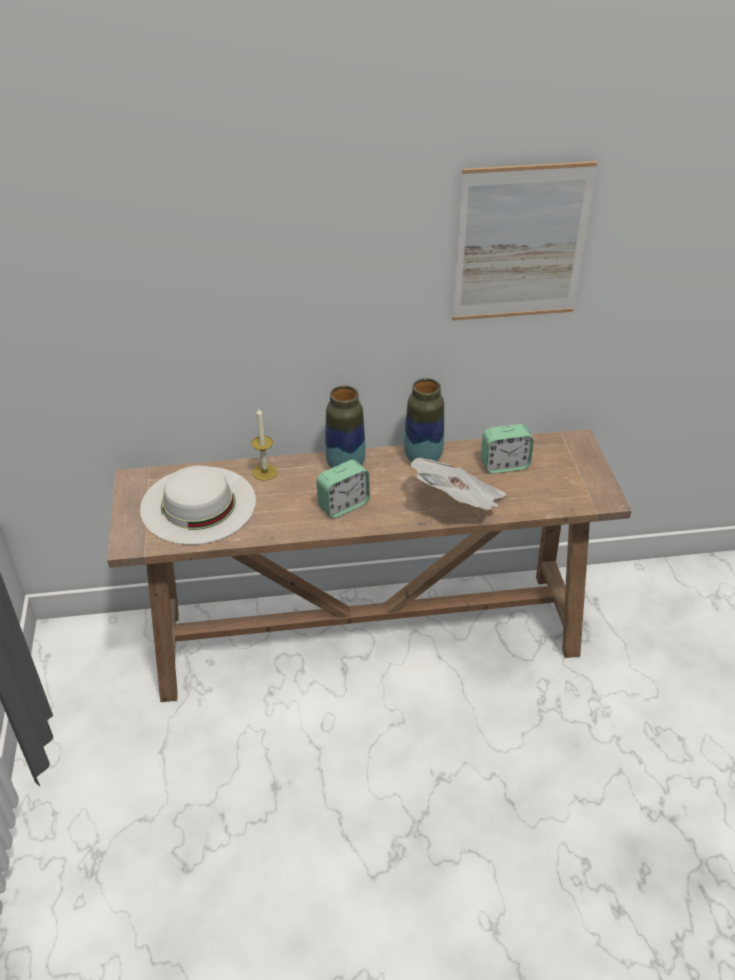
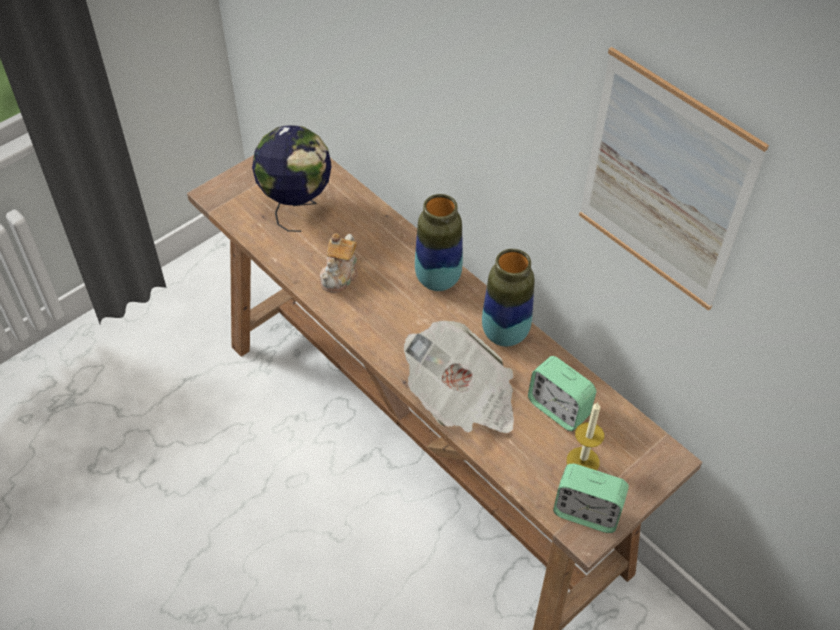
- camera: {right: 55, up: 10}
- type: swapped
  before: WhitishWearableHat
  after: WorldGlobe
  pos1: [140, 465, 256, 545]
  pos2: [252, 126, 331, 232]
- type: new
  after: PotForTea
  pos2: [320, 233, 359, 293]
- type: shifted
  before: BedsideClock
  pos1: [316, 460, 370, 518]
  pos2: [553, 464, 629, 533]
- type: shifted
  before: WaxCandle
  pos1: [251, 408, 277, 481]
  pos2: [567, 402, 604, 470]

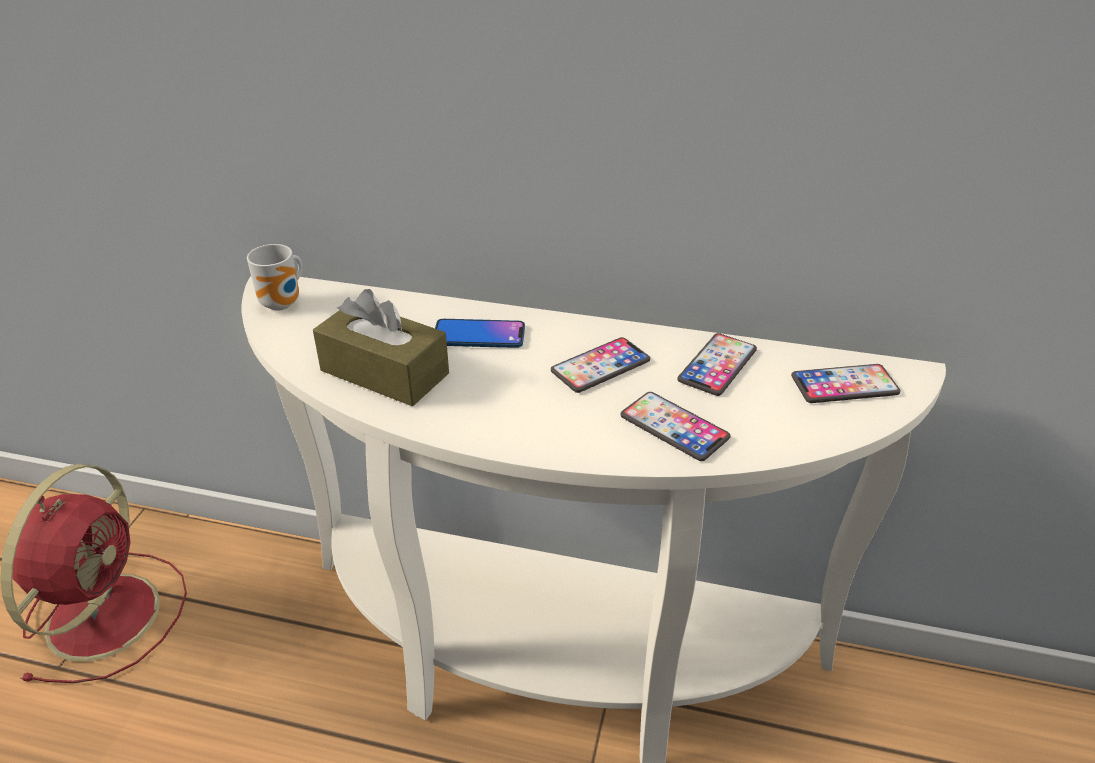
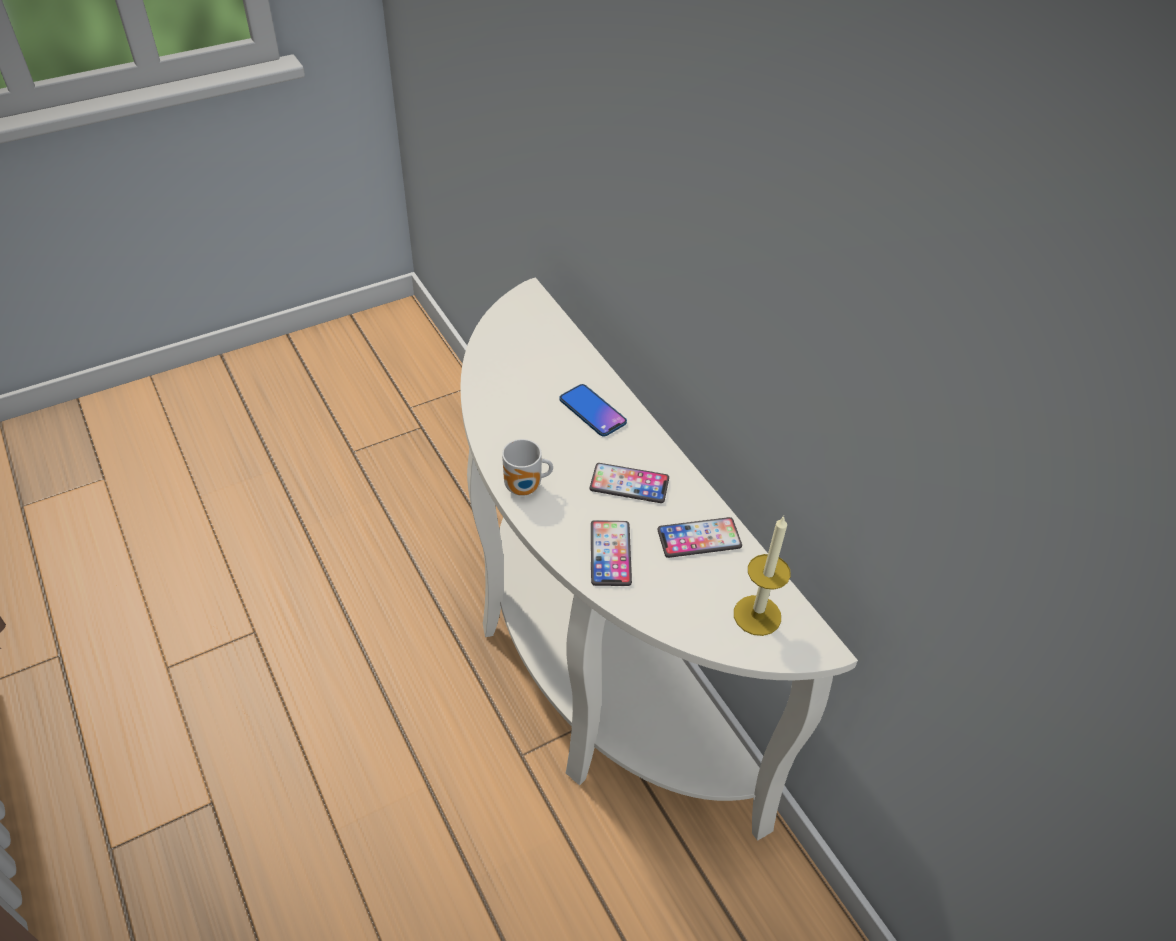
- camera: {right: 45, up: 10}
- type: shifted
  before: CoffeeMug
  pos1: [247, 244, 303, 311]
  pos2: [502, 439, 553, 496]
- type: swapped
  before: Handset
  after: WaxCandle
  pos1: [791, 364, 901, 403]
  pos2: [734, 516, 791, 636]
- type: gone
  before: RedElectricFan
  pos1: [0, 464, 187, 683]
- type: gone
  before: BrownColouredBoxOfTissues
  pos1: [313, 289, 449, 406]

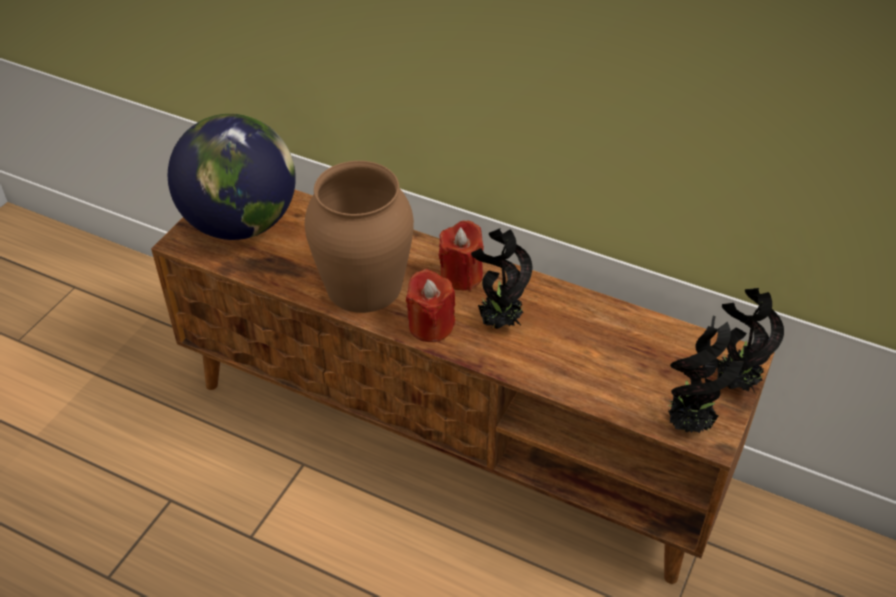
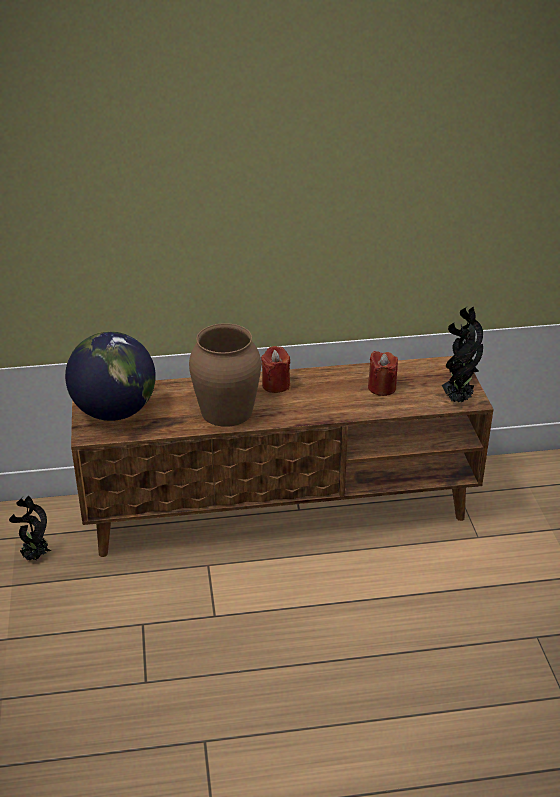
- camera: {right: -35, up: -10}
- type: shifted
  before: PottedPlant
  pos1: [471, 228, 532, 329]
  pos2: [9, 495, 52, 561]
- type: shifted
  before: RedWaxCandle
  pos1: [406, 269, 456, 342]
  pos2: [368, 351, 398, 396]

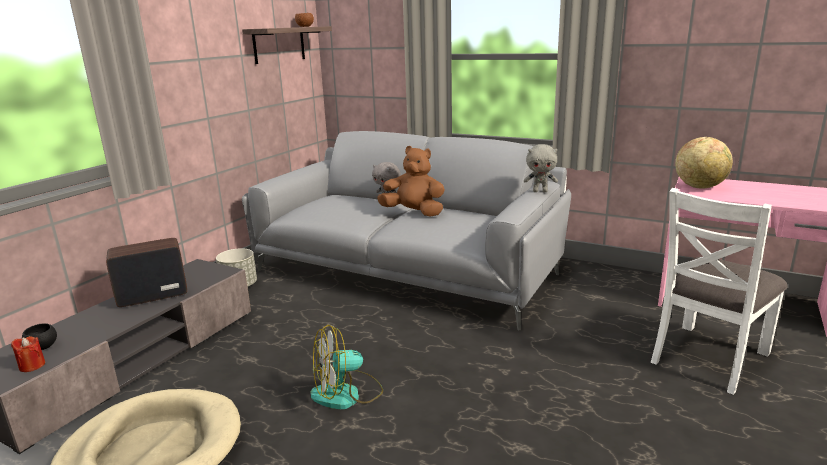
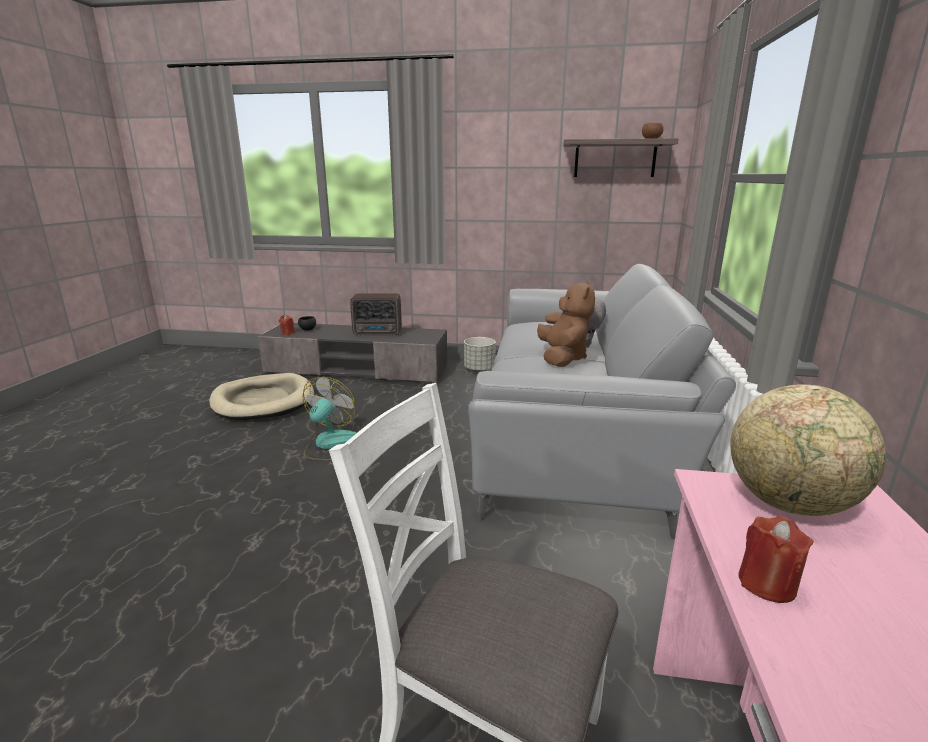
- camera: {right: 70, up: 0}
- type: rotated
  before: ElectricFan
  pos1: [310, 325, 383, 409]
  pos2: [303, 377, 356, 461]
  turn: 60
- type: rotated
  before: RadioSet
  pos1: [106, 238, 187, 307]
  pos2: [350, 293, 402, 335]
  turn: 135
- type: new
  after: RedWaxCandle
  pos2: [738, 516, 814, 603]
- type: gone
  before: GreyishPlushToy
  pos1: [524, 144, 558, 192]

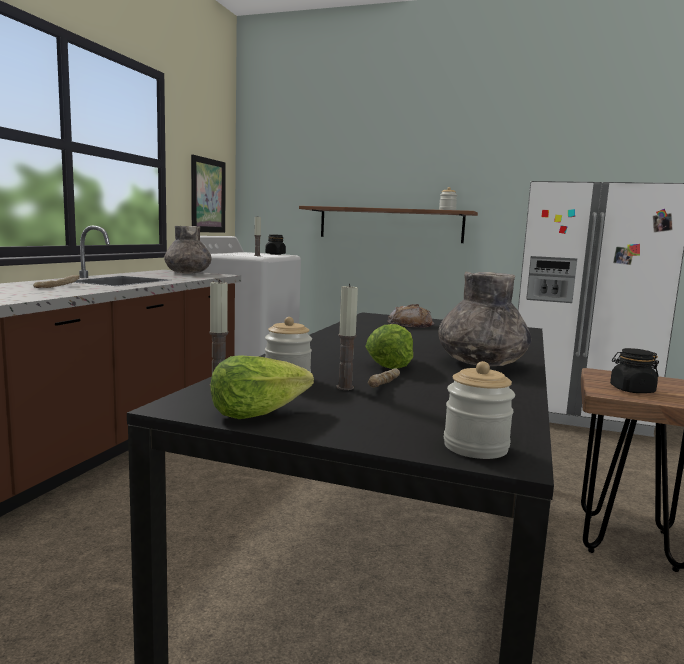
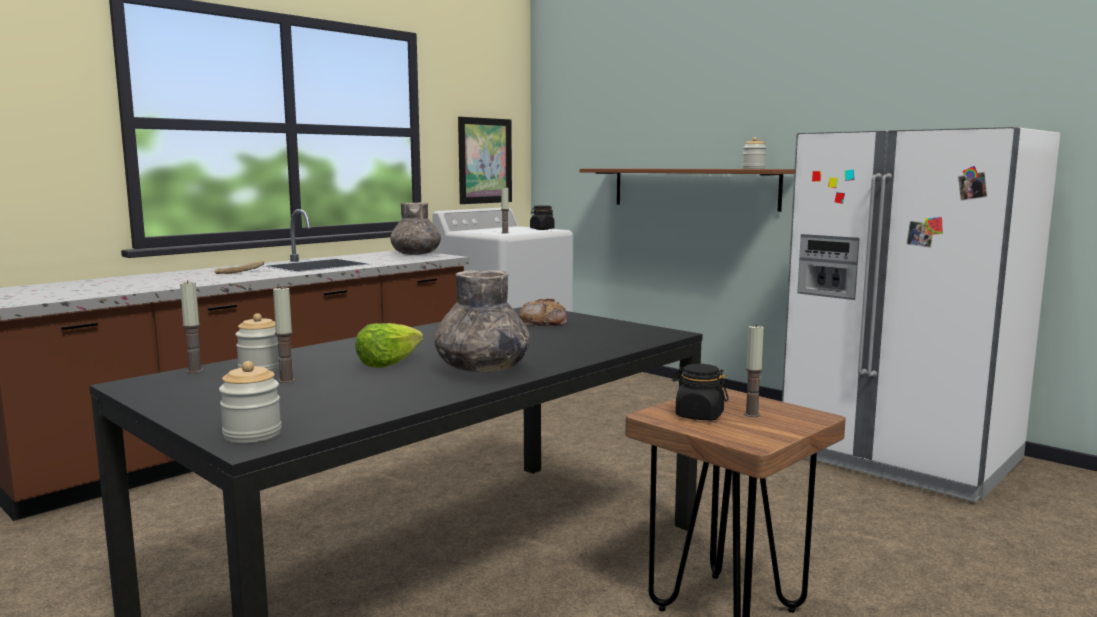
- camera: {right: 25, up: 0}
- type: new
  after: WaxCandle
  pos2: [744, 324, 764, 417]
- type: gone
  before: LettuceHead
  pos1: [210, 355, 314, 419]
- type: gone
  before: BakeryBread
  pos1: [368, 368, 400, 388]

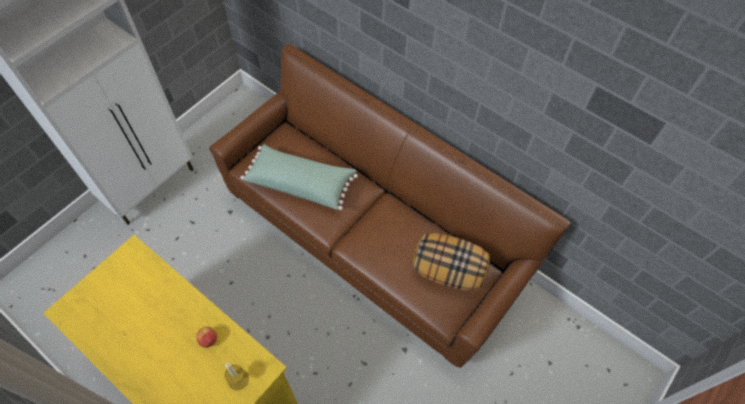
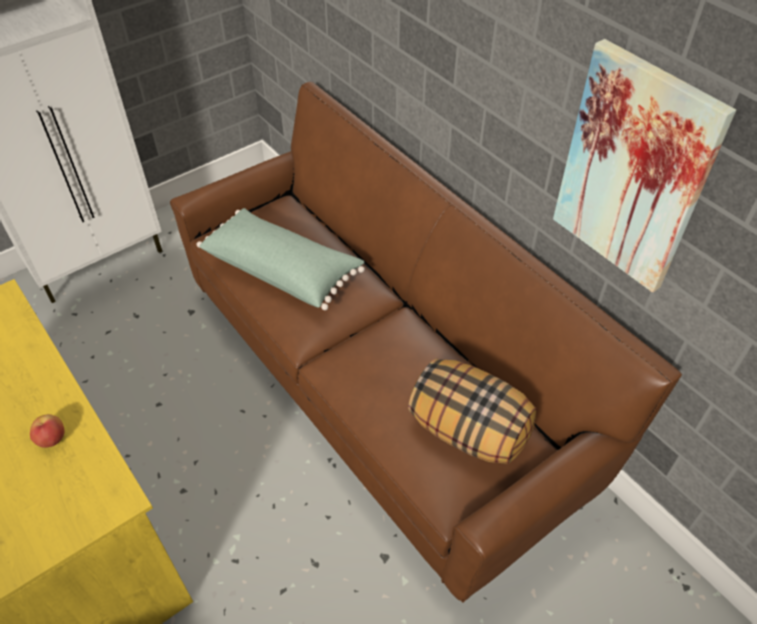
- camera: {right: 15, up: -10}
- type: new
  after: WallPicture
  pos2: [553, 39, 736, 292]
- type: gone
  before: WaxCandle
  pos1: [225, 363, 249, 390]

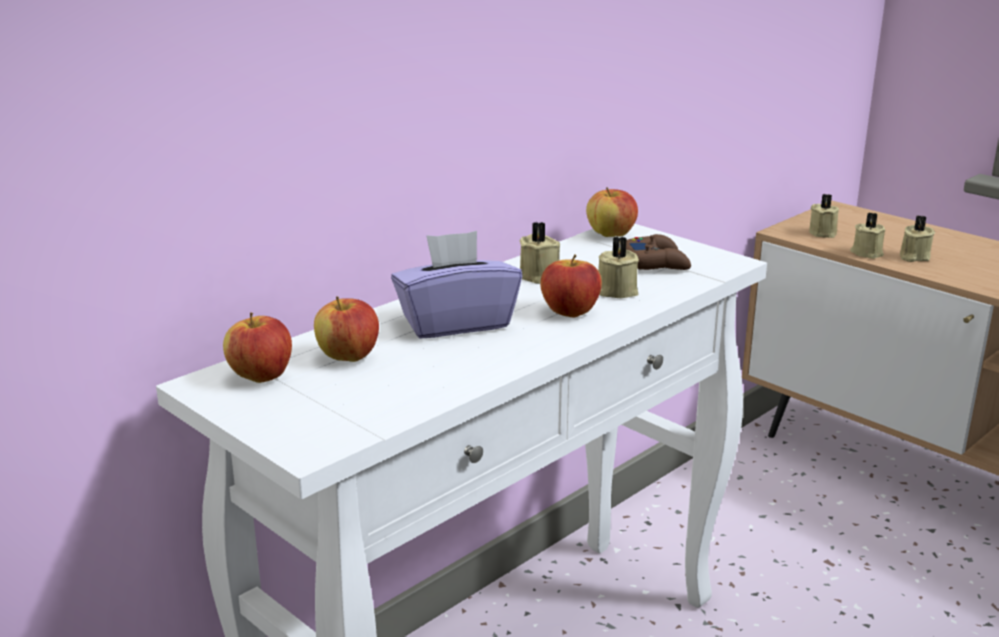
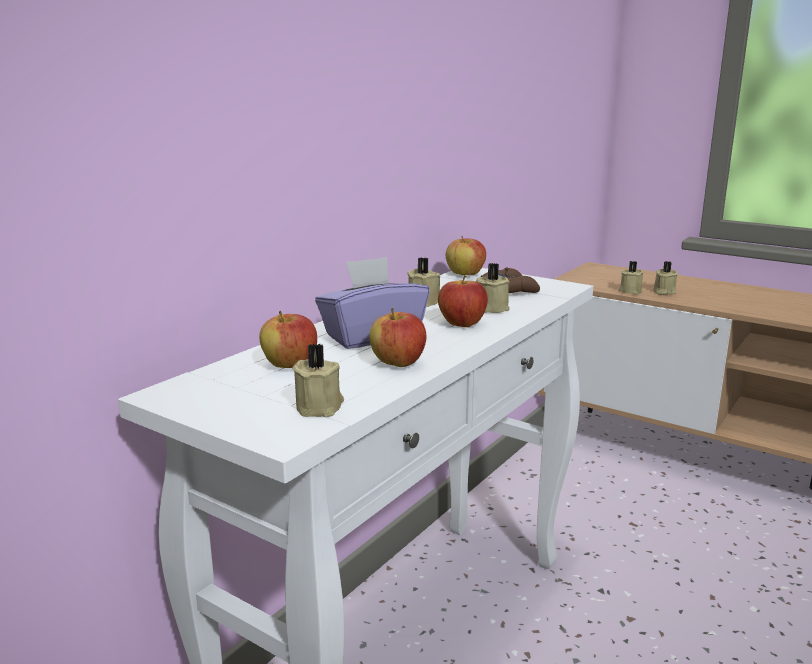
- camera: {right: -10, up: -5}
- type: shifted
  before: SandColouredWaxCandle
  pos1: [809, 194, 839, 238]
  pos2: [293, 343, 344, 417]
- type: shifted
  before: Apple
  pos1: [223, 312, 292, 383]
  pos2: [369, 308, 426, 367]

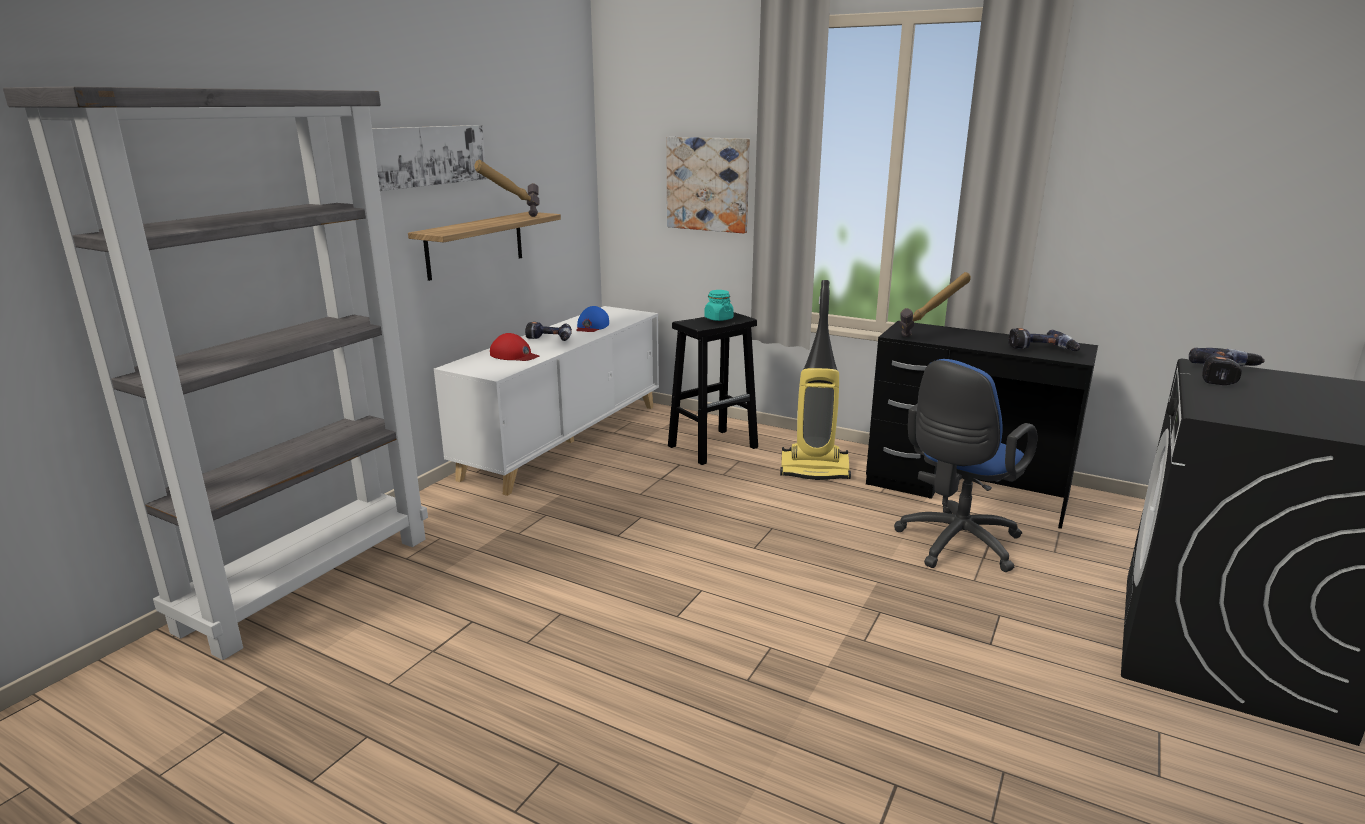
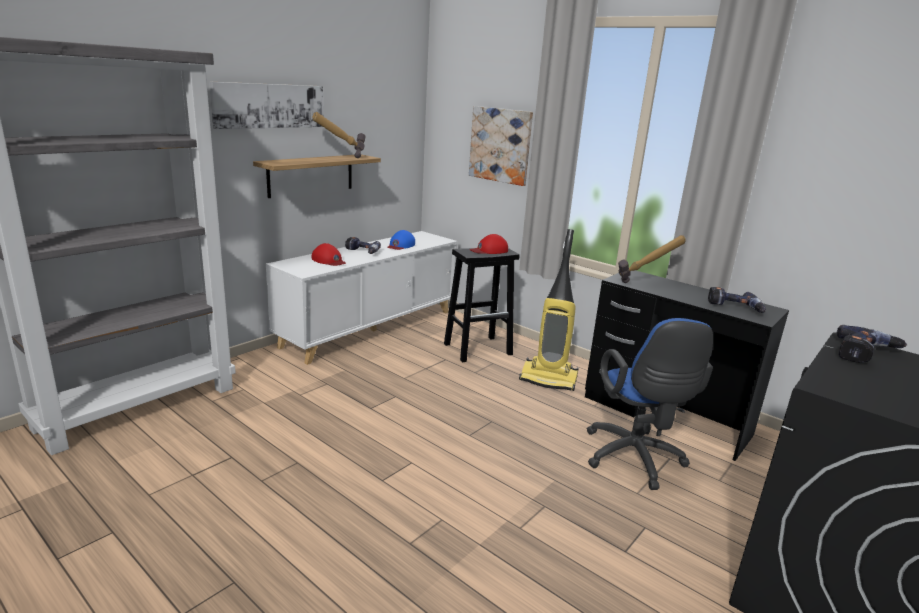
- camera: {right: 10, up: 0}
- type: swapped
  before: BlueGreenStorageJar
  after: RedCap
  pos1: [704, 290, 734, 321]
  pos2: [470, 234, 508, 254]
- type: rotated
  before: BluishComputerChair
  pos1: [894, 359, 1037, 572]
  pos2: [587, 318, 713, 490]
  turn: -60

